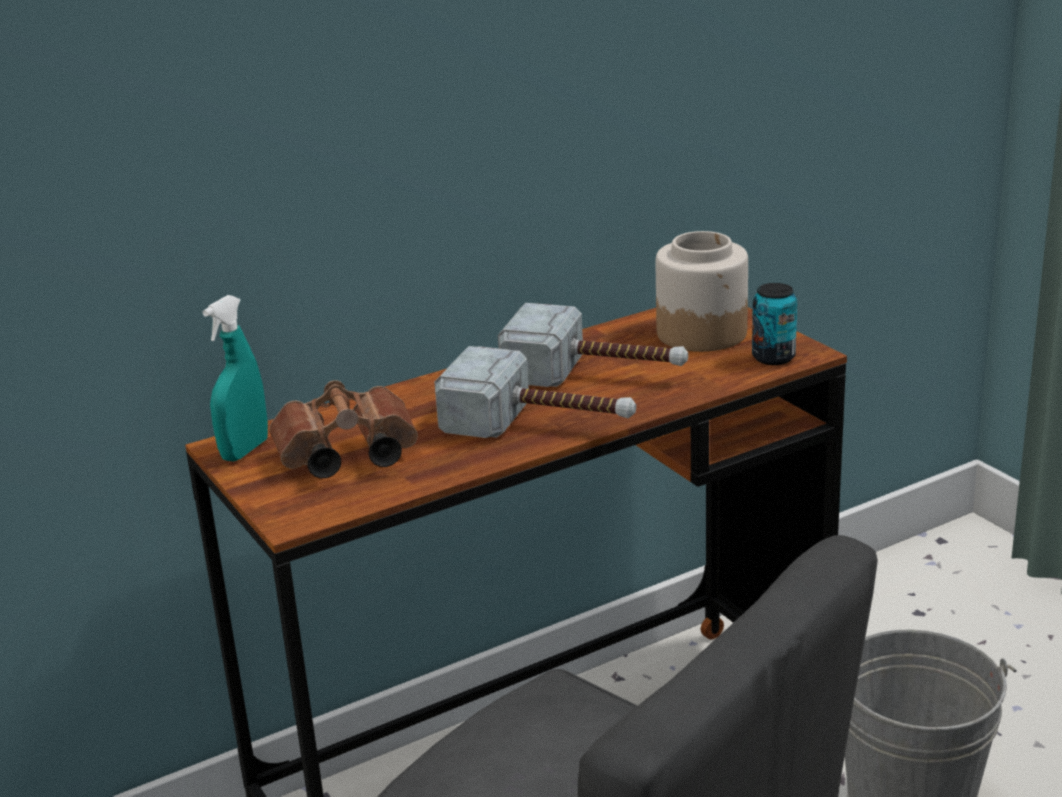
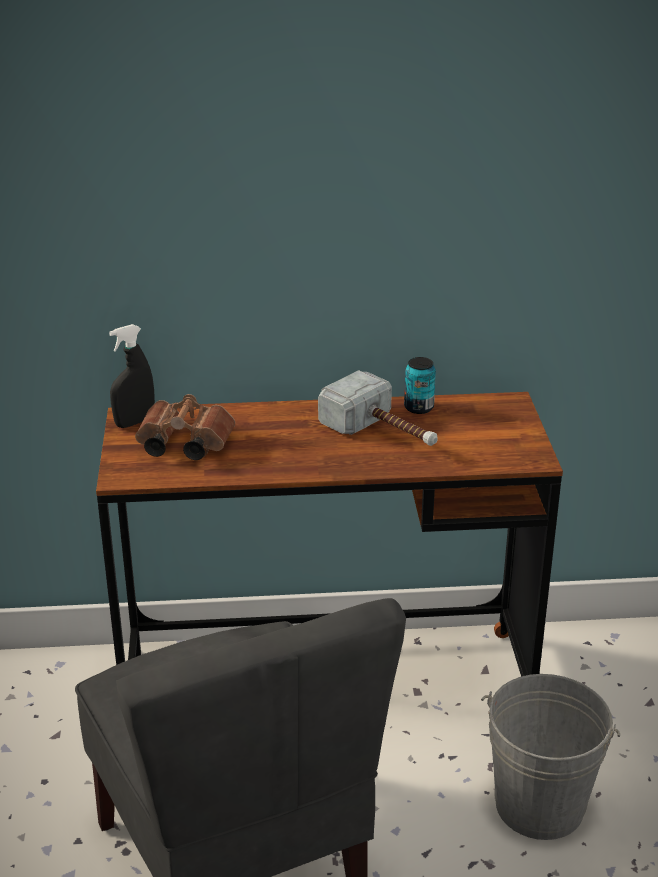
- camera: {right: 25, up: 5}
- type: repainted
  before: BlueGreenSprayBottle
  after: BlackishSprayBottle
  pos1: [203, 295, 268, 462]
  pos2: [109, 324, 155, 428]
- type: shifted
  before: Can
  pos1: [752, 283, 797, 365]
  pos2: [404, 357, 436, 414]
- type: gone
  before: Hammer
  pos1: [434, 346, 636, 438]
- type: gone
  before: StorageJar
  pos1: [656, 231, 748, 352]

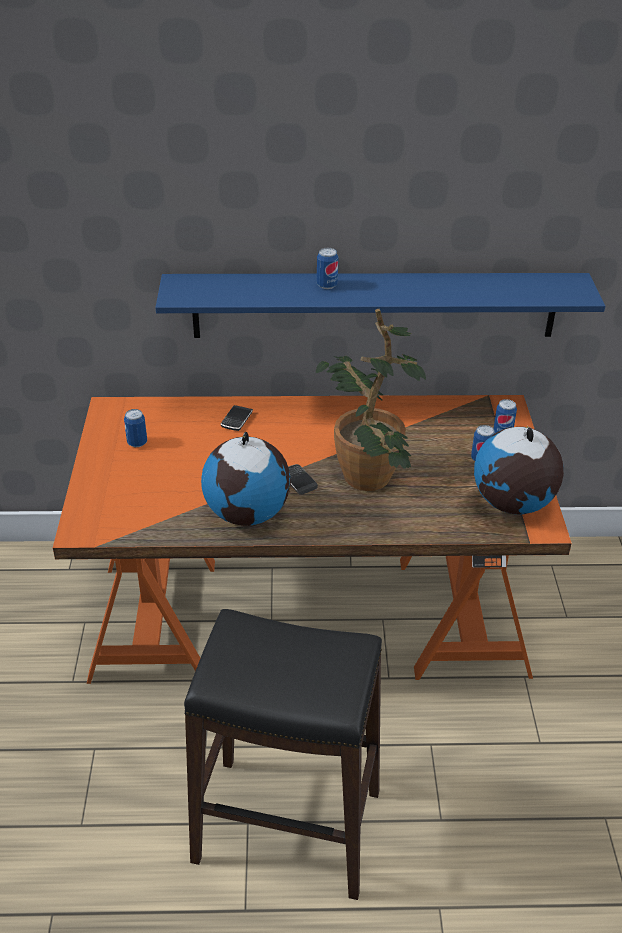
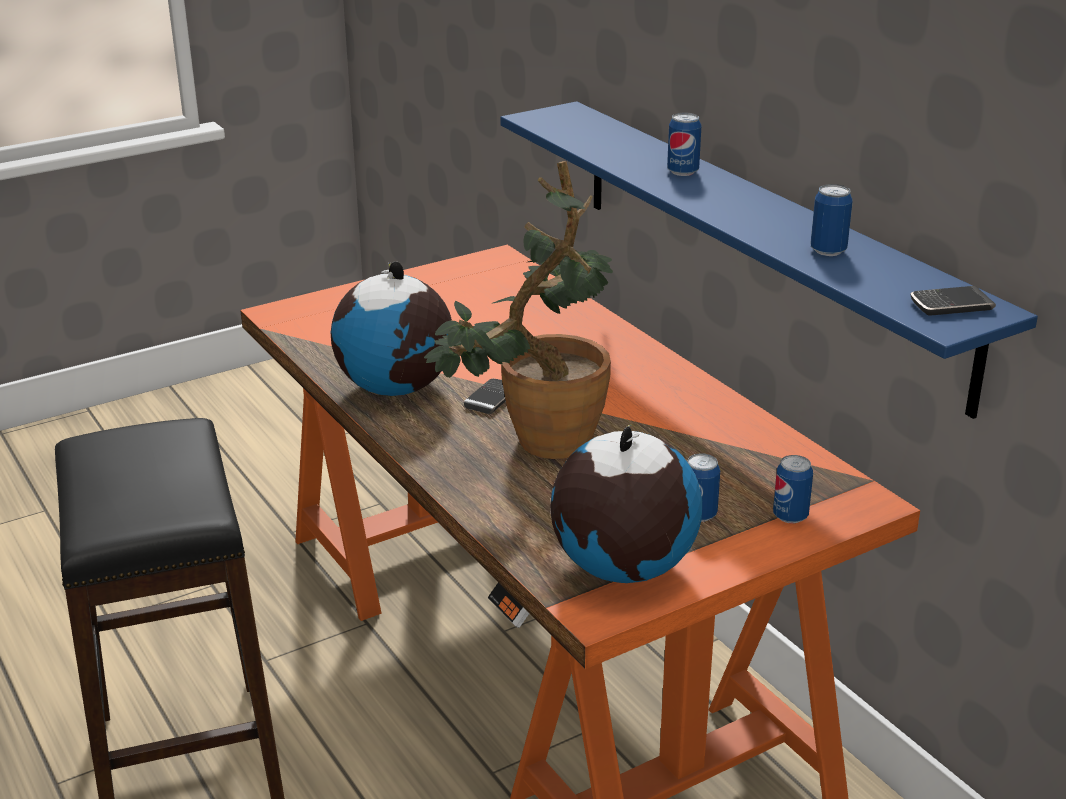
- camera: {right: 60, up: -10}
- type: shifted
  before: Can
  pos1: [124, 409, 147, 447]
  pos2: [810, 184, 853, 256]
- type: shifted
  before: Handset
  pos1: [221, 405, 253, 431]
  pos2: [911, 286, 996, 316]

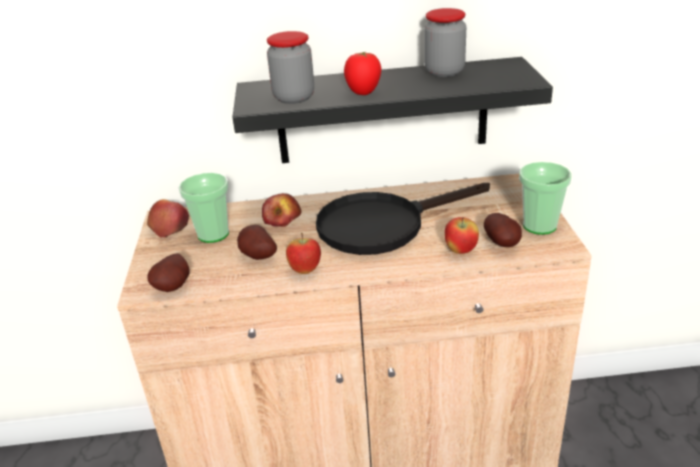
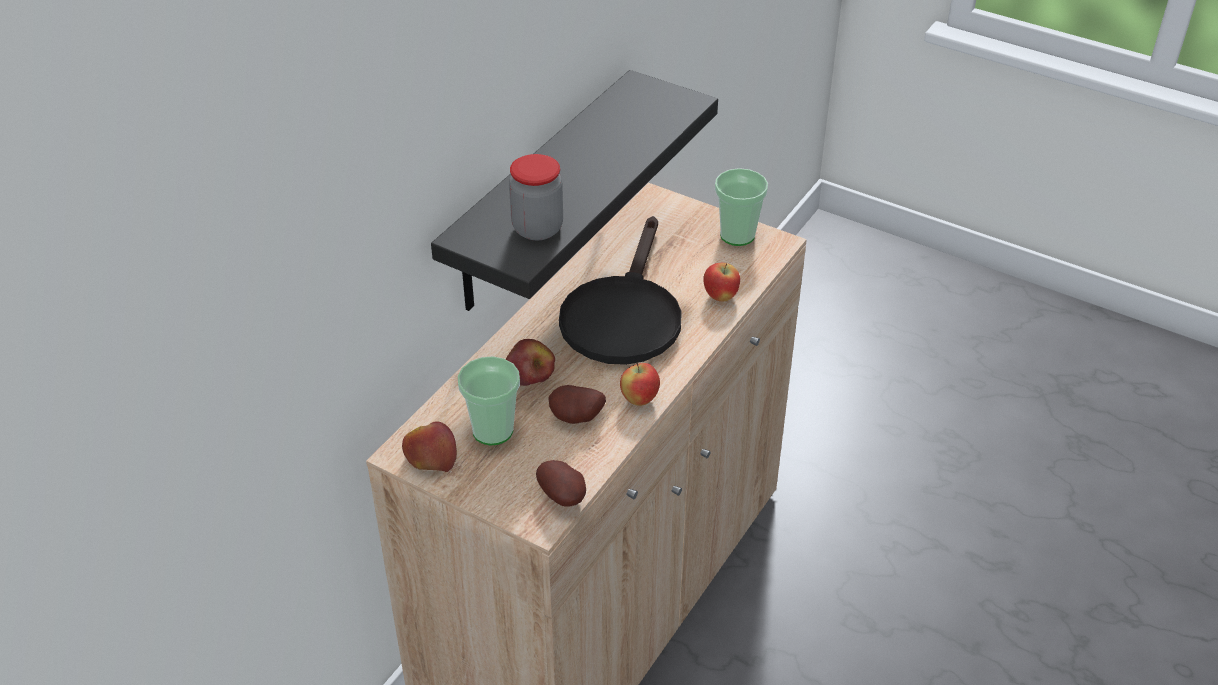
- camera: {right: -55, up: 10}
- type: gone
  before: FreshTomato
  pos1: [344, 52, 381, 95]
- type: gone
  before: StorageJar
  pos1: [424, 8, 466, 77]
- type: gone
  before: Spud
  pos1: [484, 213, 522, 247]

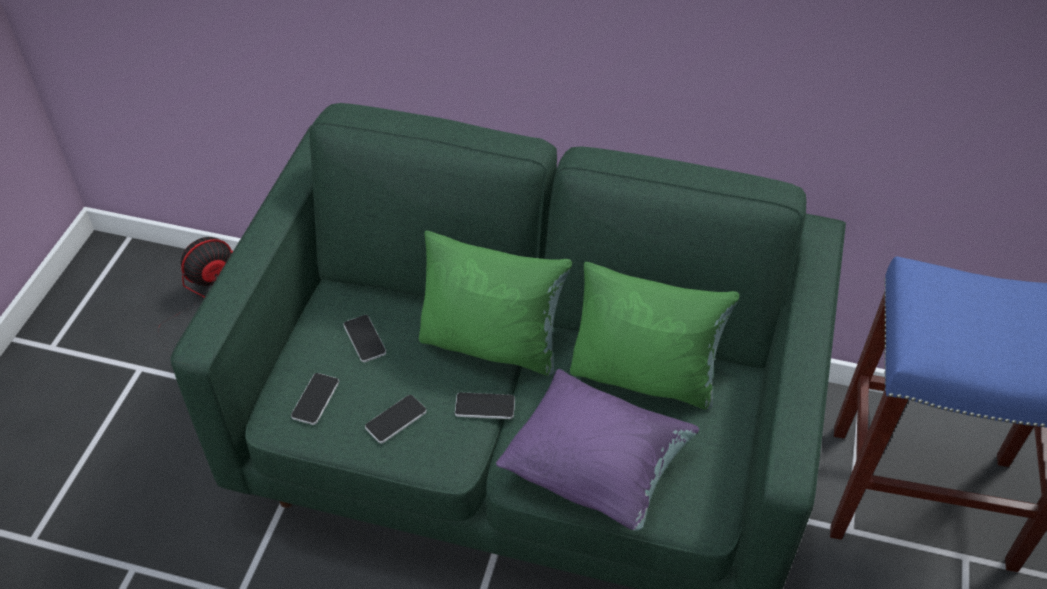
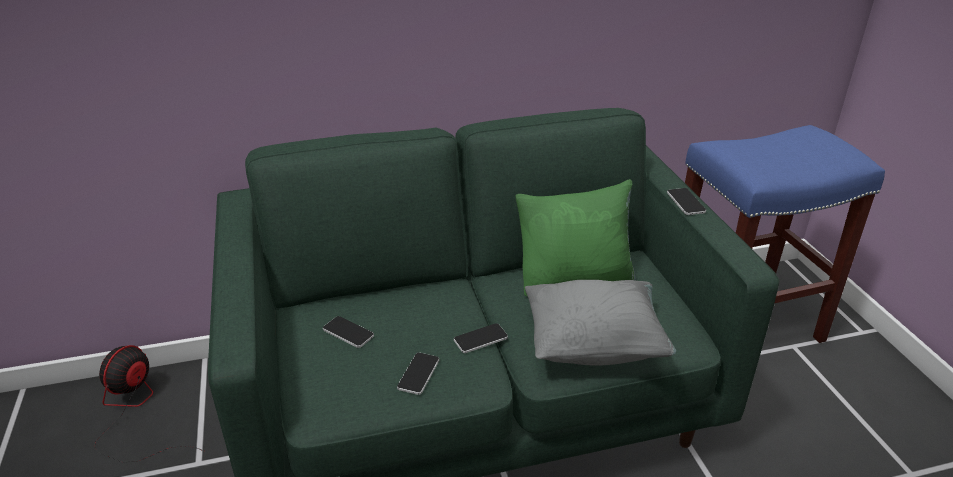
- camera: {right: -30, up: -15}
- type: repainted
  before: PurpleCushion
  after: GreyishCushion
  pos1: [496, 369, 699, 531]
  pos2: [525, 280, 676, 366]
- type: shifted
  before: Handset
  pos1: [291, 373, 339, 425]
  pos2: [667, 188, 706, 215]
- type: gone
  before: GreenishCushion
  pos1: [419, 231, 572, 376]

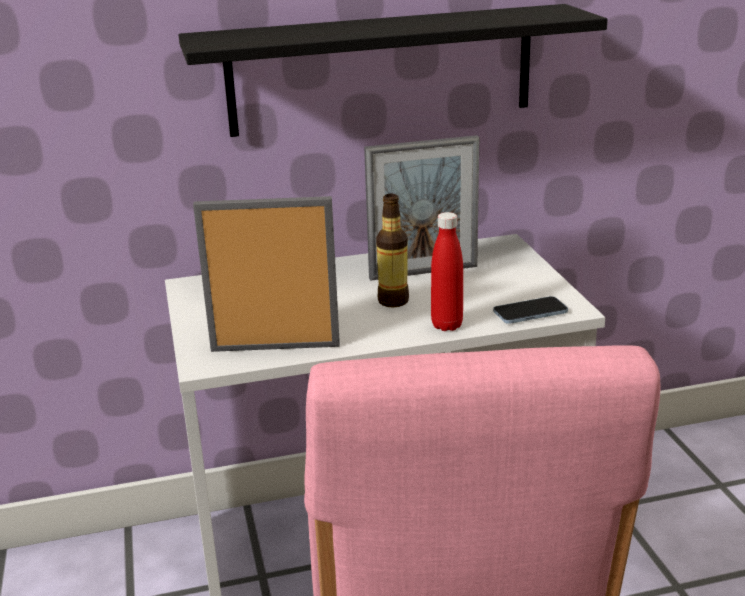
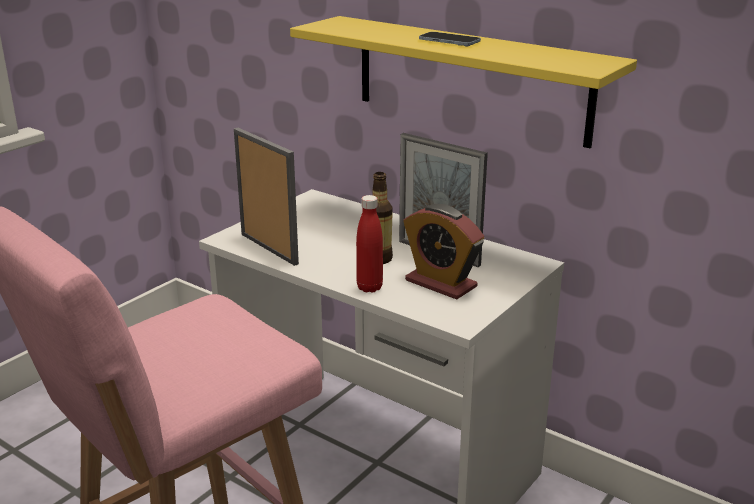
- camera: {right: 50, up: 0}
- type: repainted
  before: BlackishWallShelf
  after: YellowColouredWallShelf
  pos1: [179, 4, 608, 137]
  pos2: [290, 16, 637, 148]
- type: new
  after: BedsideClock
  pos2: [403, 204, 484, 299]
- type: shifted
  before: Handset
  pos1: [493, 296, 568, 324]
  pos2: [419, 32, 481, 46]

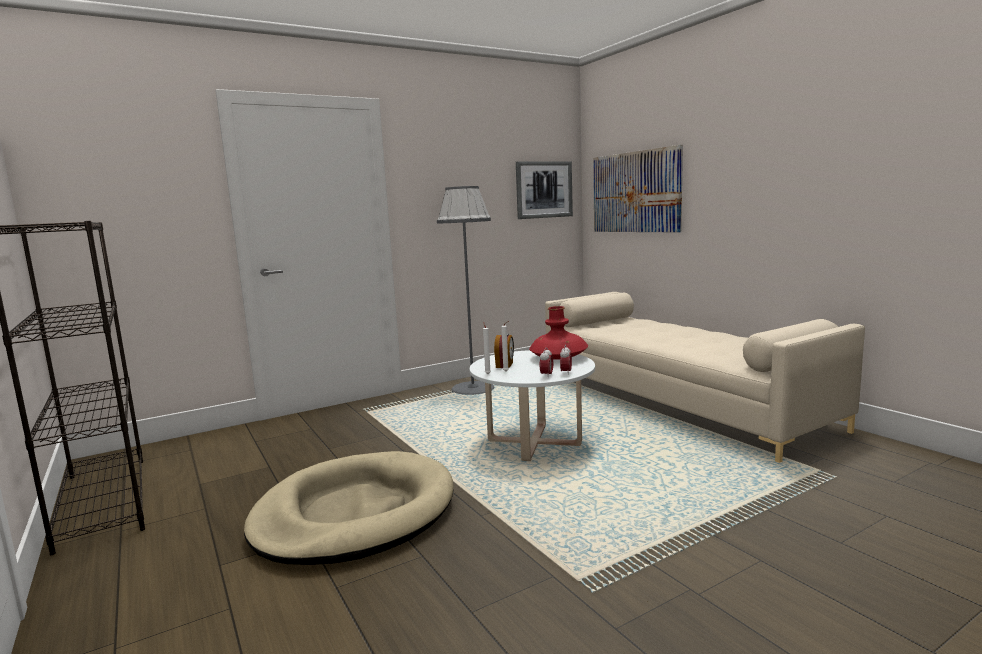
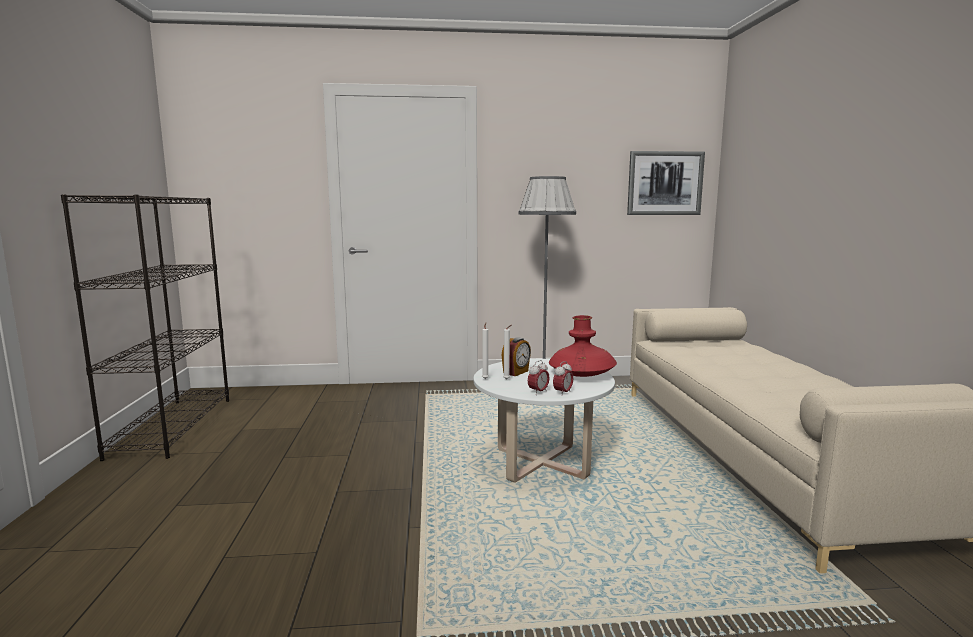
- camera: {right: 25, up: 0}
- type: gone
  before: SandColouredDogBed
  pos1: [244, 451, 454, 565]
- type: gone
  before: WallPicture
  pos1: [593, 145, 683, 233]

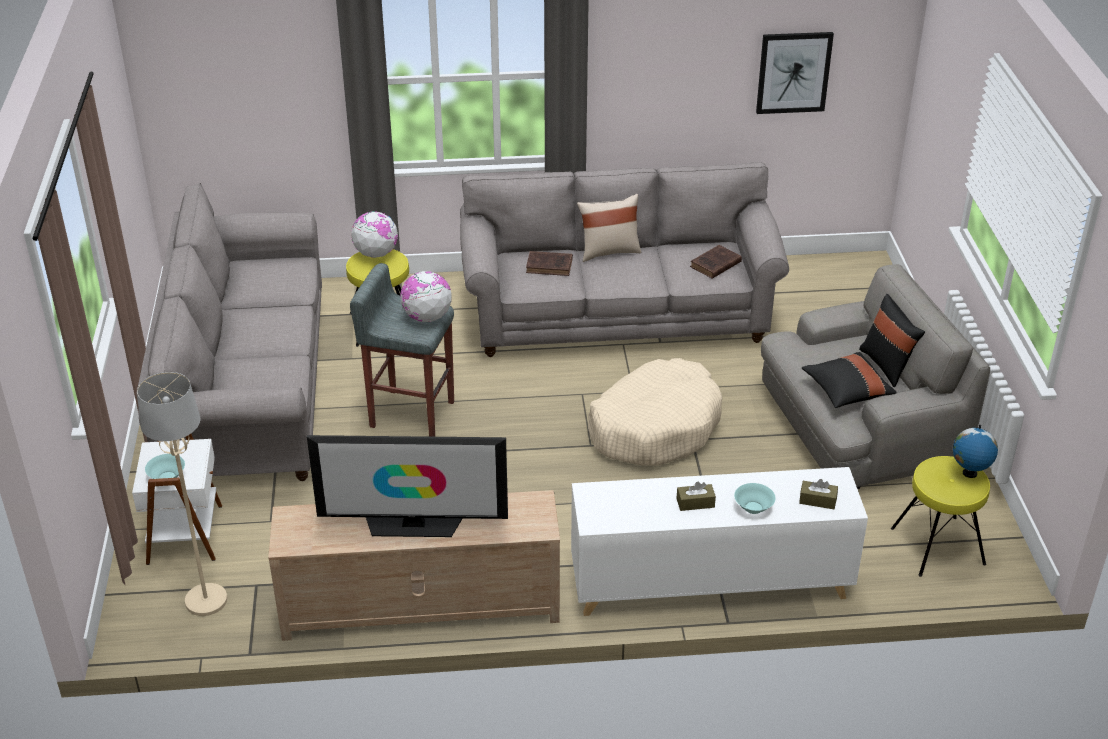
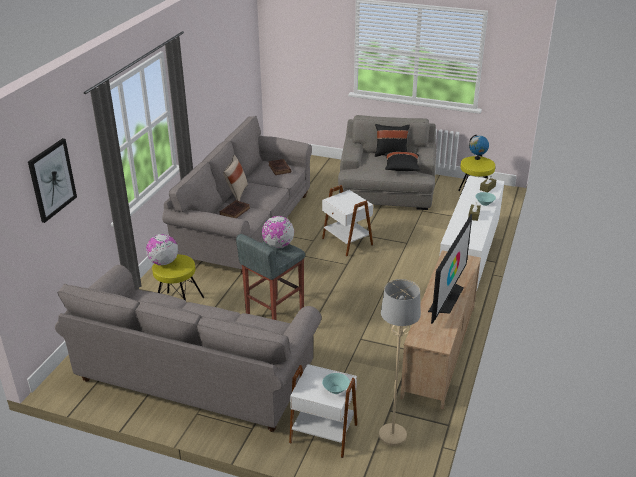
- camera: {right: -65, up: -5}
- type: shifted
  before: WallPicture
  pos1: [756, 32, 834, 114]
  pos2: [28, 138, 77, 223]
- type: swapped
  before: SandColouredDogBed
  after: WhitishEndTable
  pos1: [588, 358, 722, 466]
  pos2: [322, 185, 373, 257]

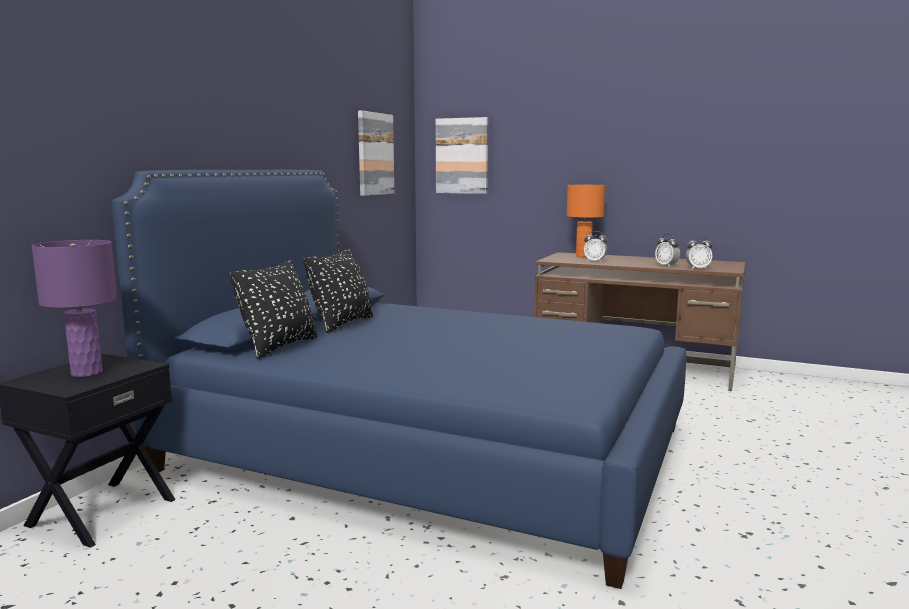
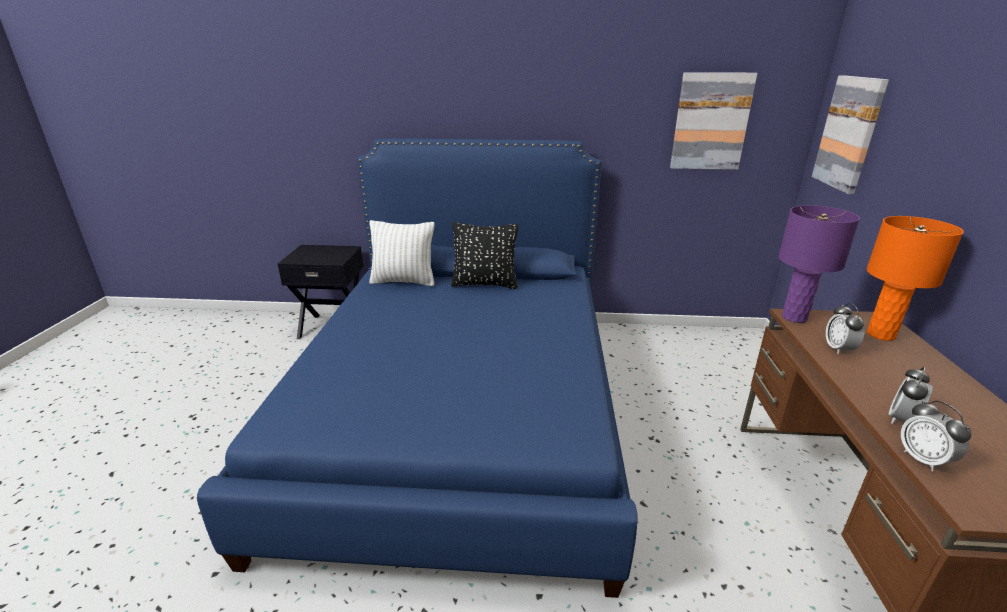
- camera: {right: 70, up: 15}
- type: repainted
  before: BlackishCushion
  after: WhitishCushion
  pos1: [229, 260, 317, 359]
  pos2: [369, 220, 435, 286]
- type: shifted
  before: PurpleLampForATable
  pos1: [32, 240, 117, 377]
  pos2: [778, 205, 860, 323]

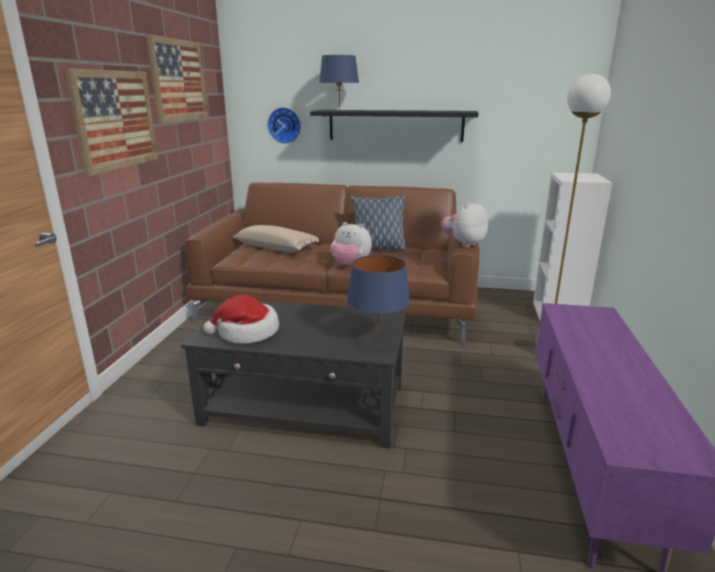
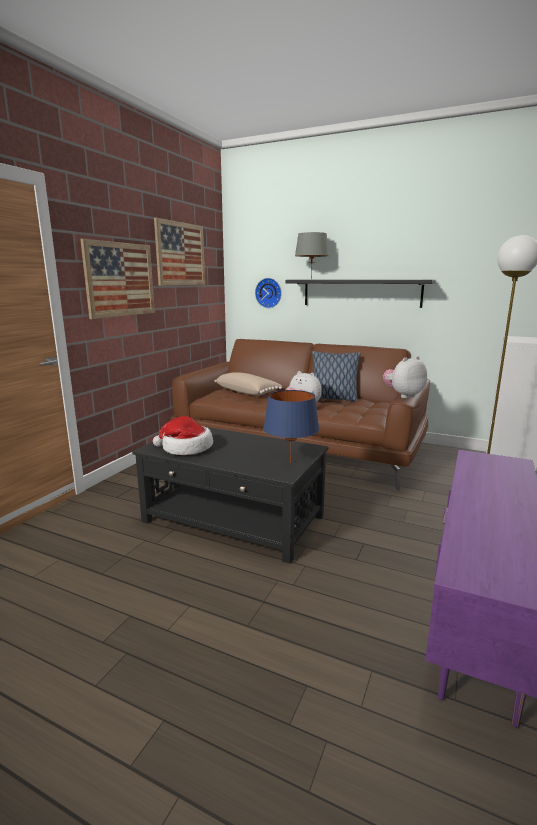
- camera: {right: 15, up: -5}
- type: repainted
  before: BluishLampForATable
  after: GreyishLampForATable
  pos1: [319, 55, 359, 111]
  pos2: [295, 232, 329, 280]

